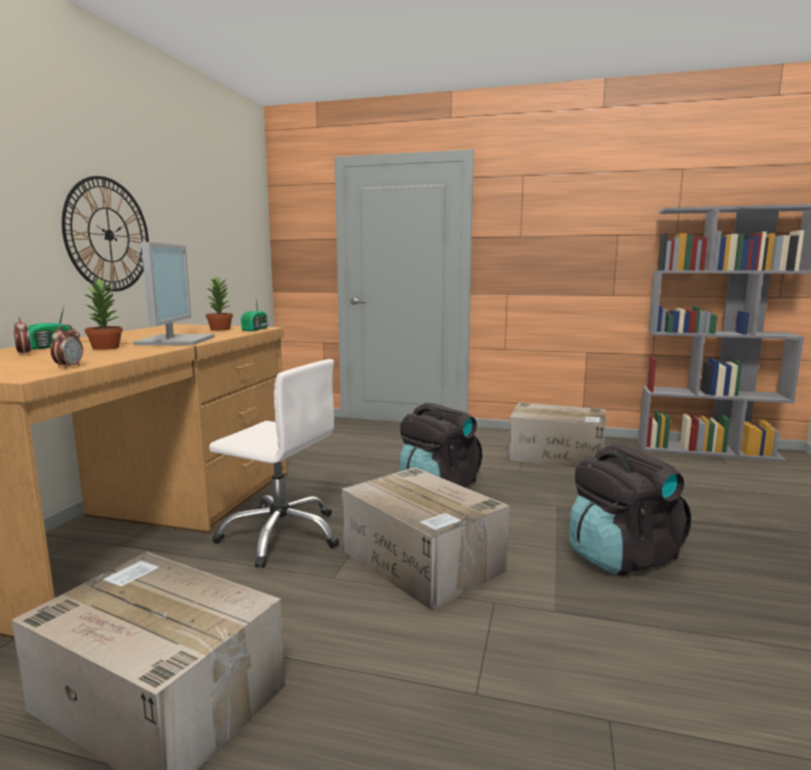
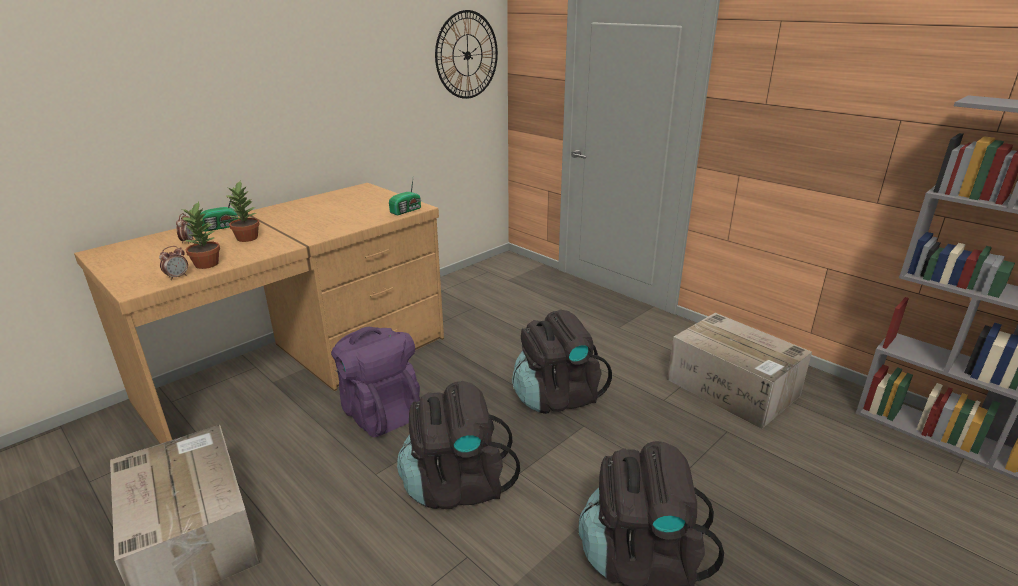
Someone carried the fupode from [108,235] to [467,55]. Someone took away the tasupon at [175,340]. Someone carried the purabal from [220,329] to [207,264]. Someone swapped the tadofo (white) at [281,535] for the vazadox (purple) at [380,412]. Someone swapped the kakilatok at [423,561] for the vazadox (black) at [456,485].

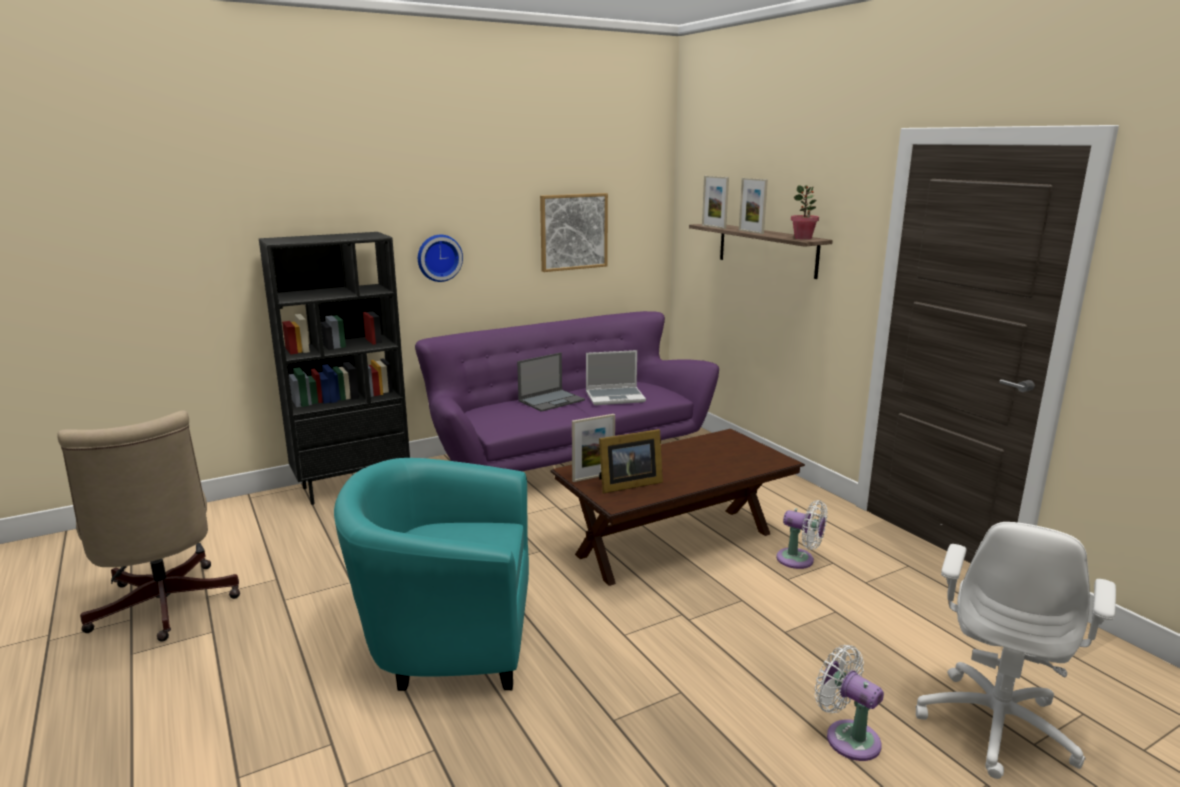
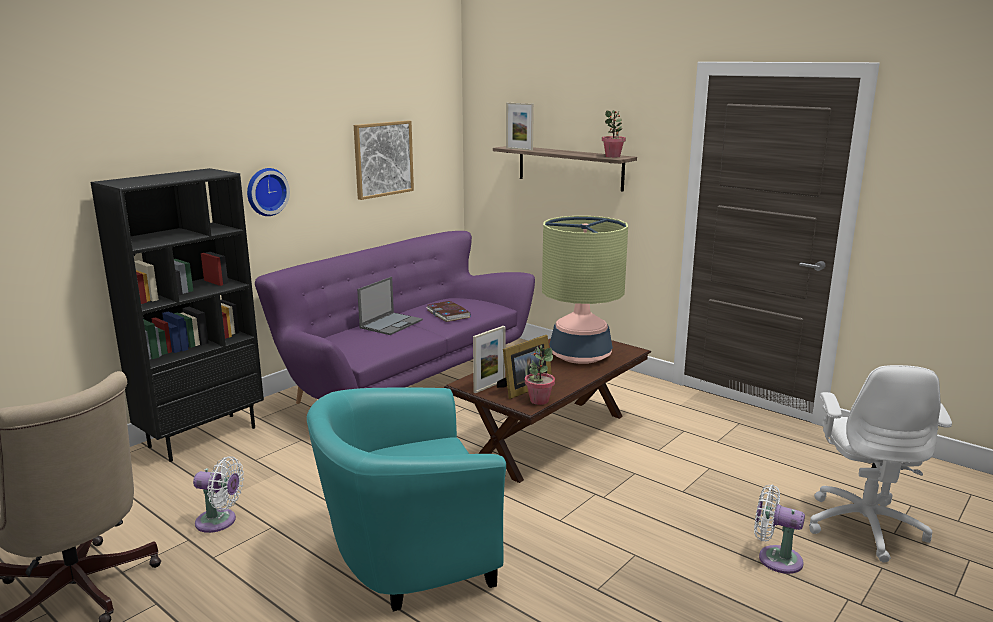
Someone swapped the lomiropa at [615,397] for the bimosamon at [448,314]. Someone took away the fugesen at [751,232]. Someone carried the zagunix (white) from [799,560] to [220,522]. Someone put down the purabal at [539,400]. Someone put down the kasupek at [580,355].

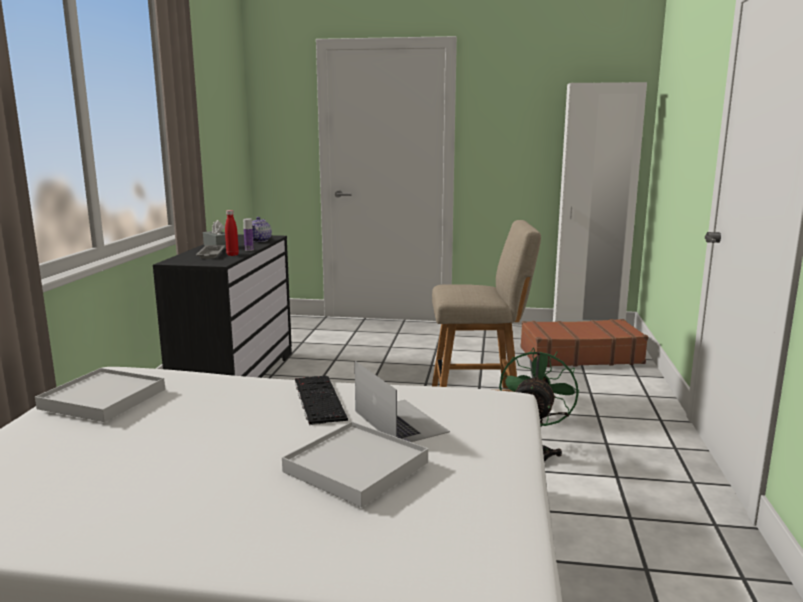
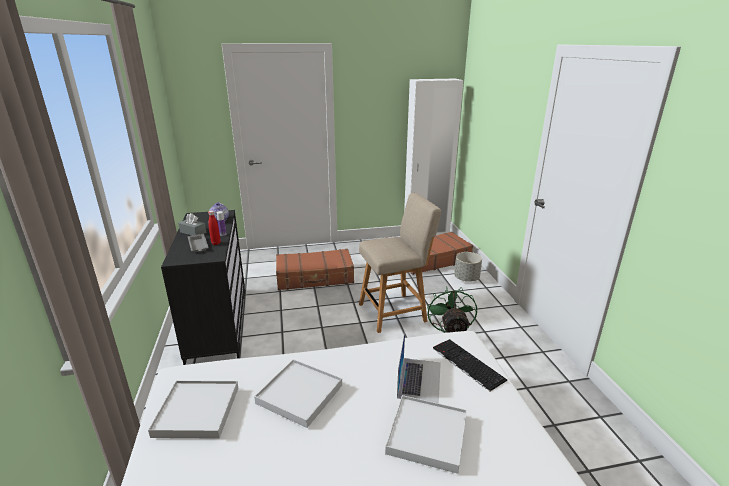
Someone carried the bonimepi from [317,399] to [466,363]. Someone rotated the lomiropa at [400,421] by 60 degrees clockwise. Someone put down the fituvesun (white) at [299,394]. Someone put down the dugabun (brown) at [315,277]. Someone put down the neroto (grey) at [466,278].

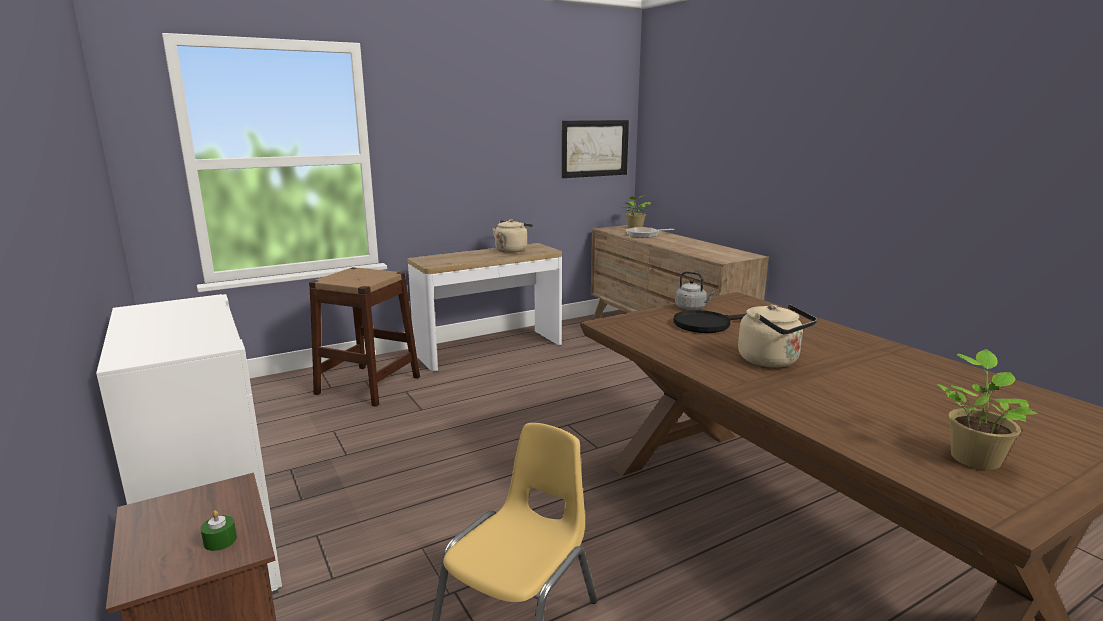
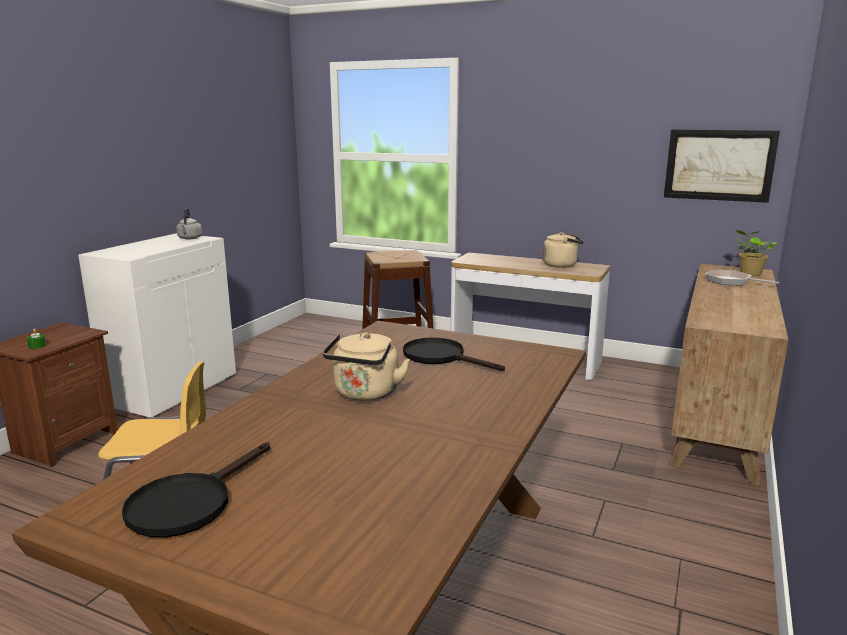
Someone carried the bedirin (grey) from [692,308] to [189,238]. Someone swapped the purabal at [974,457] for the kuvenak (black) at [189,502].

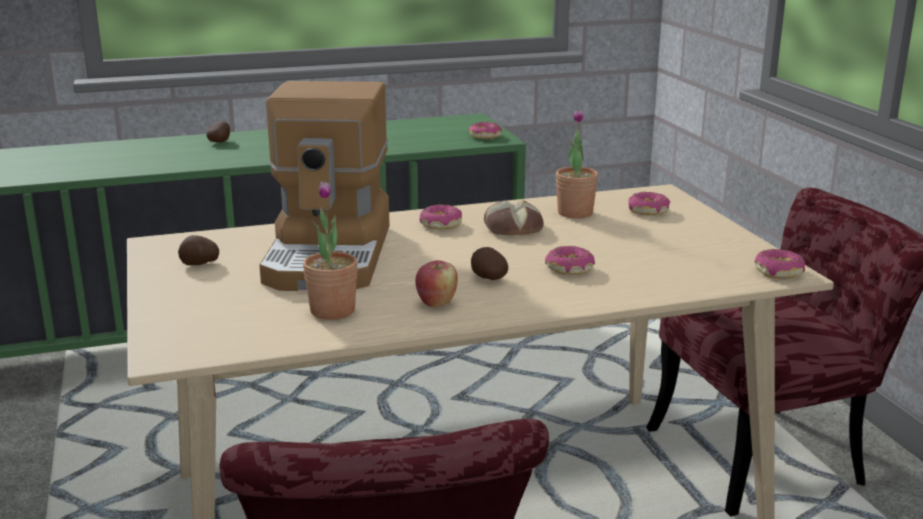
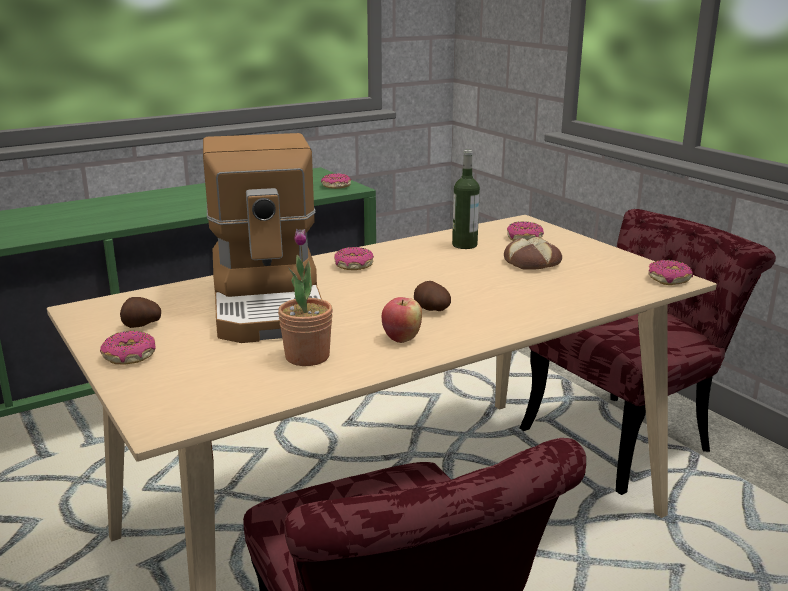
Someone took away the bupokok at [220,142]. Someone carried the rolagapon from [513,228] to [532,263]. Someone carried the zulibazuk from [569,269] to [129,356]. Someone swapped the purabal at [575,213] for the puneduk at [464,245].

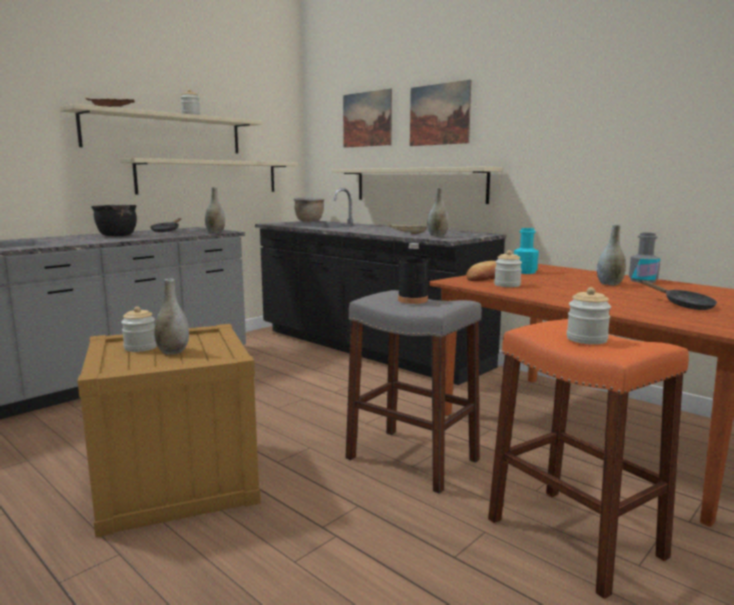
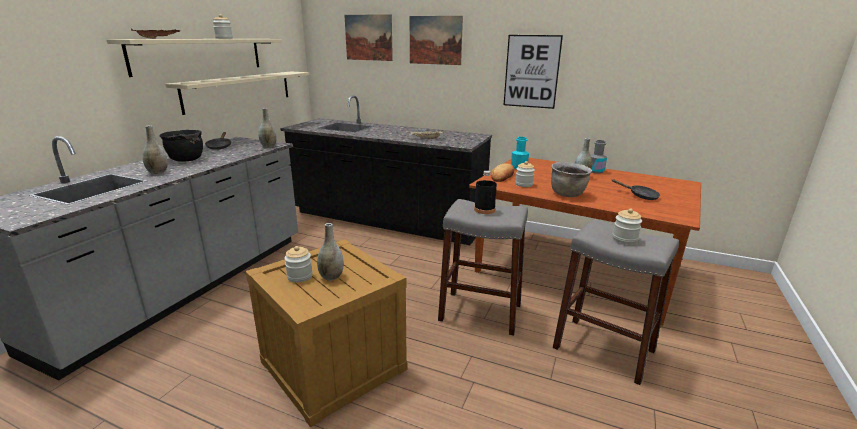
Someone carried the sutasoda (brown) from [309,221] to [567,194]. Someone took away the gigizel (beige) at [418,185]. Someone carried the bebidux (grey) from [437,236] to [158,172]. Someone repainted the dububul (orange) at [573,537], which became the dububul (grey) at [603,349]. Someone put up the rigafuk at [531,71].

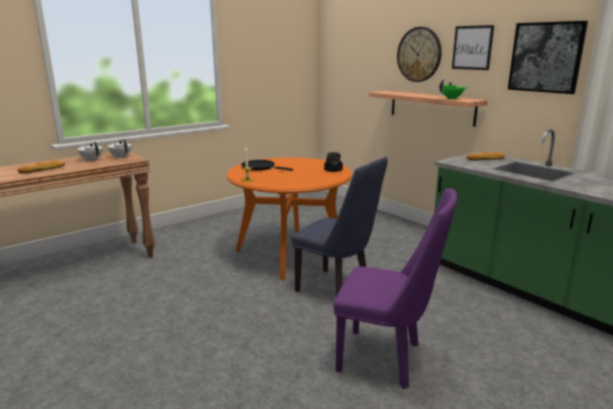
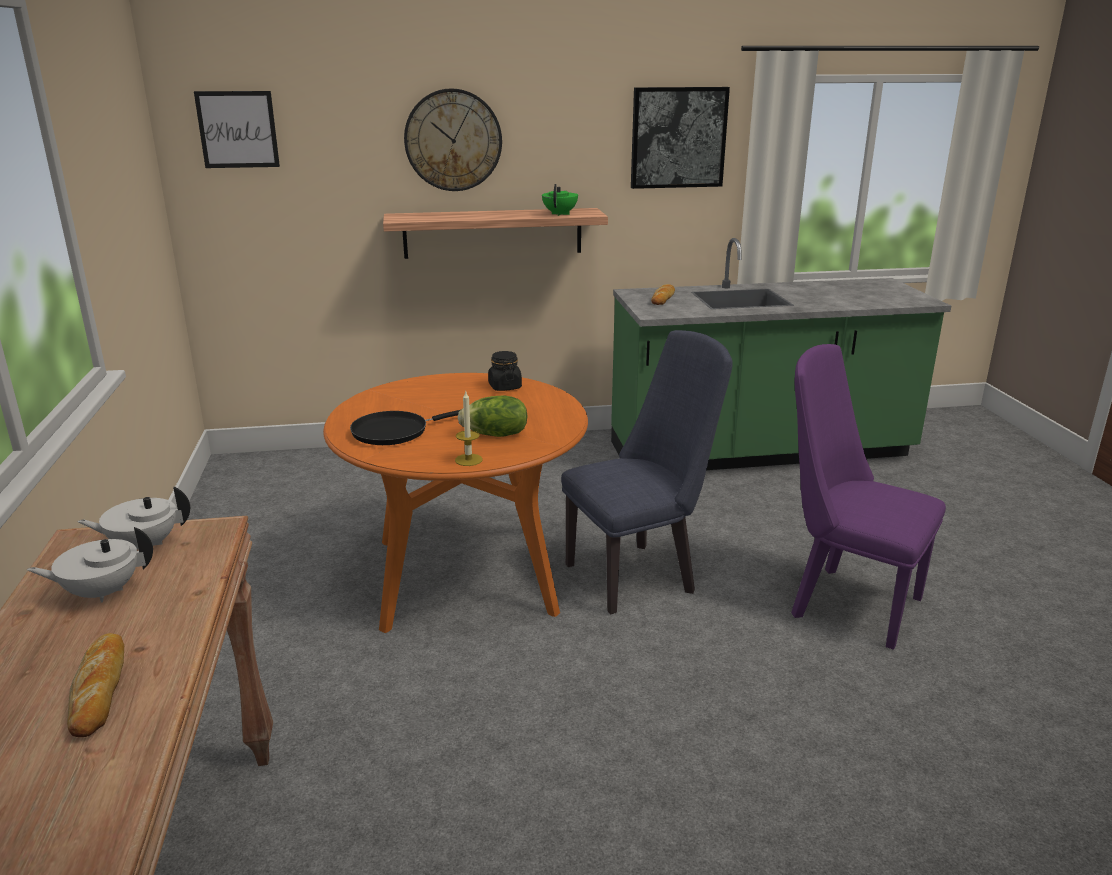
Someone rotated the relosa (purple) at [387,359] by 105 degrees counterclockwise. Someone carried the rigafuk from [472,47] to [237,129]. Someone put down the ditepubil at [496,435].

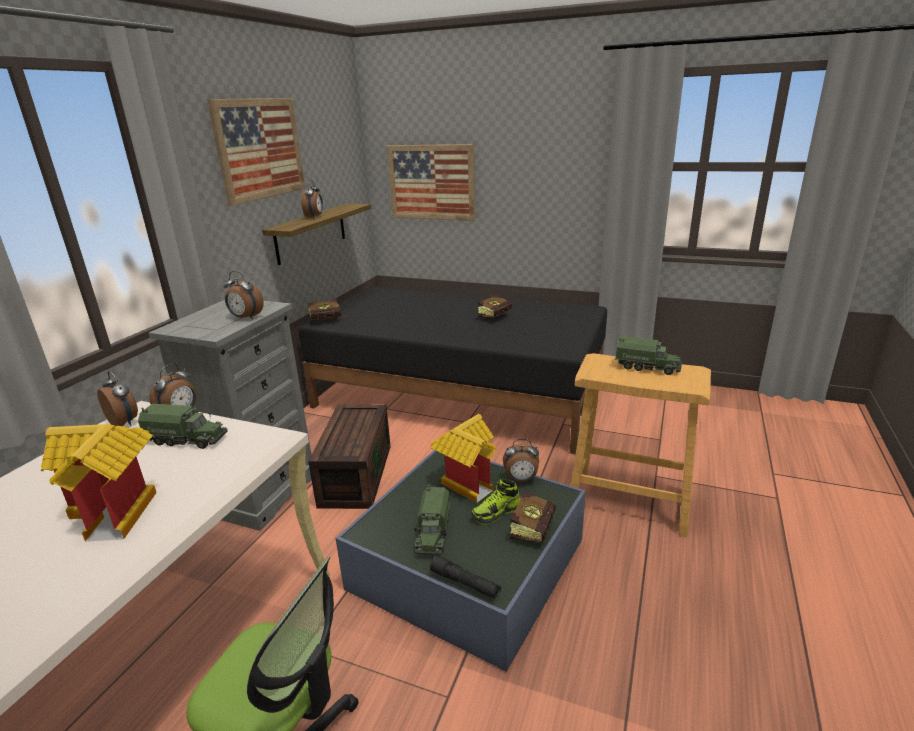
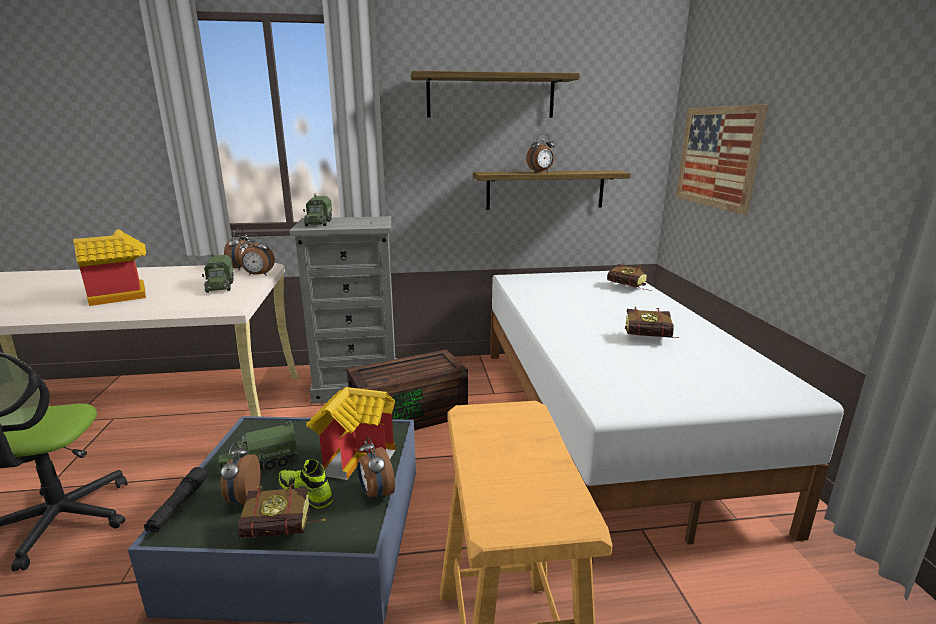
Someone swapped the rigafuk at [260,149] for the gigizel at [491,96]. Someone carried the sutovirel from [245,318] to [243,499]. Someone repainted the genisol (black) at [457,395], which became the genisol (white) at [605,421]. Someone carried the bimosamon from [329,320] to [629,288]. Someone carried the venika from [647,367] to [319,223].

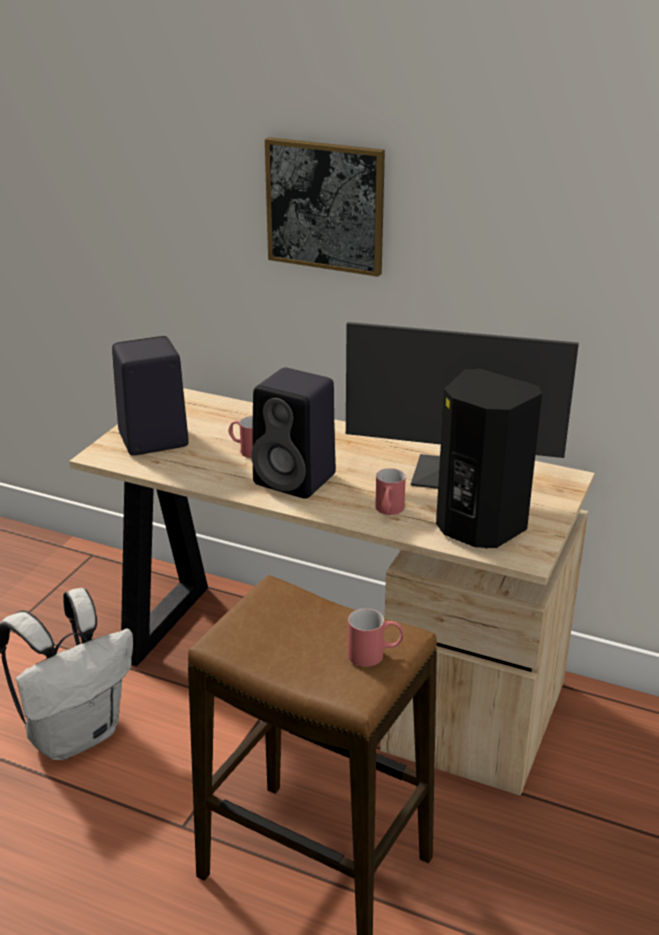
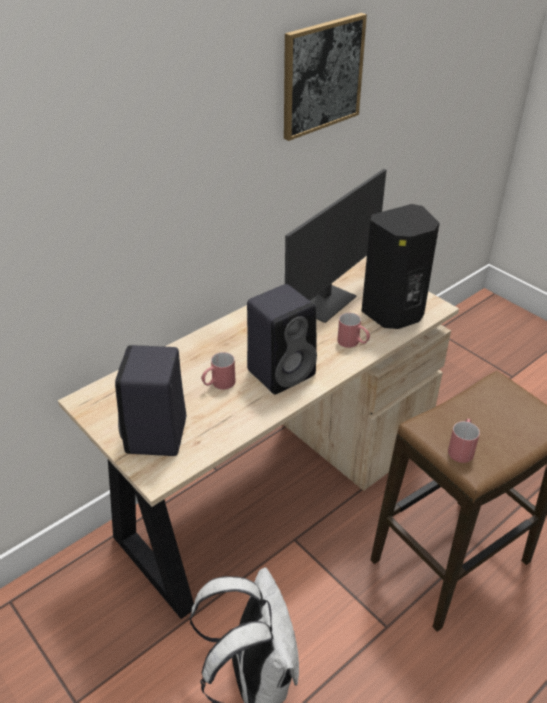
Someone carried the rigafuk from [325,206] to [322,76]. Someone carried the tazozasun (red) from [375,655] to [461,448].

